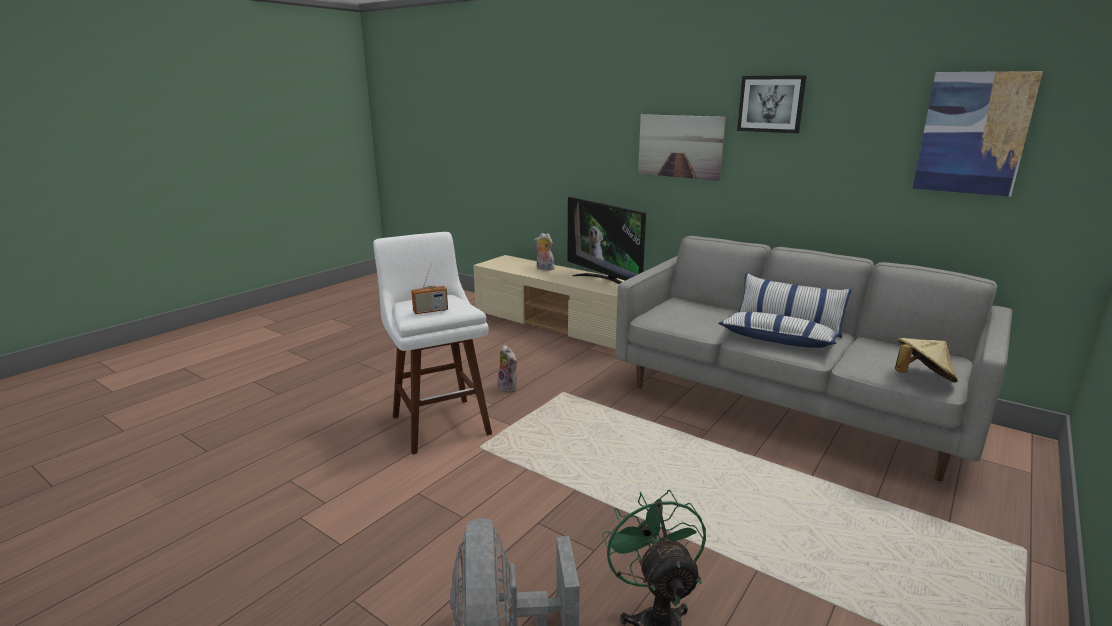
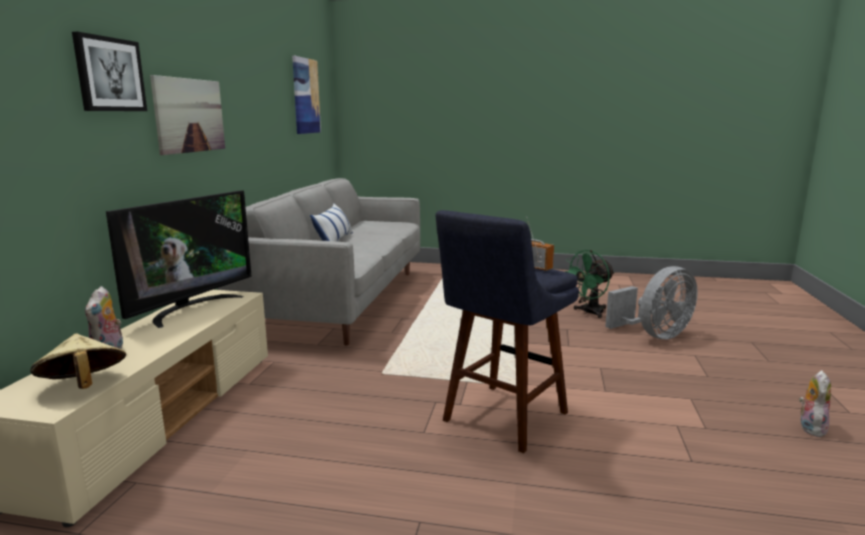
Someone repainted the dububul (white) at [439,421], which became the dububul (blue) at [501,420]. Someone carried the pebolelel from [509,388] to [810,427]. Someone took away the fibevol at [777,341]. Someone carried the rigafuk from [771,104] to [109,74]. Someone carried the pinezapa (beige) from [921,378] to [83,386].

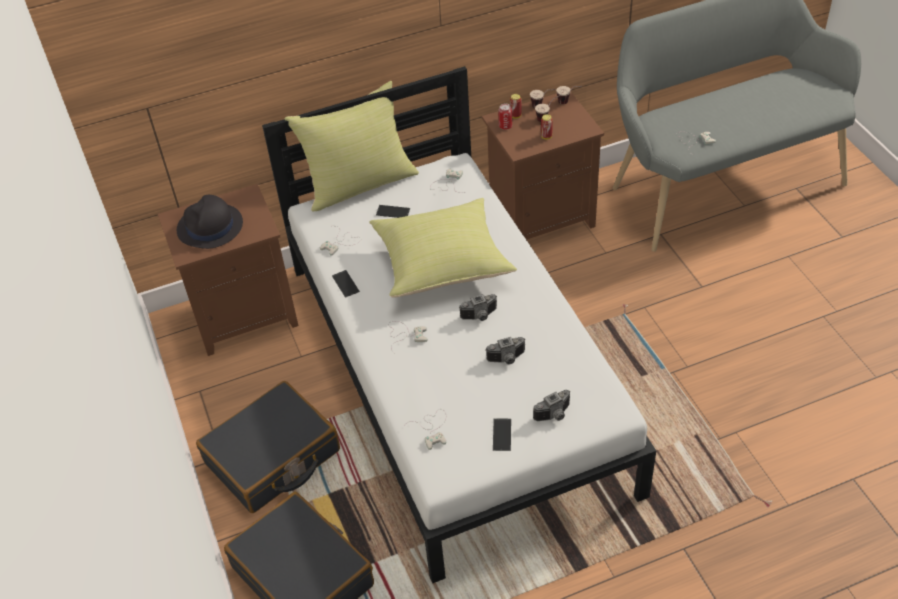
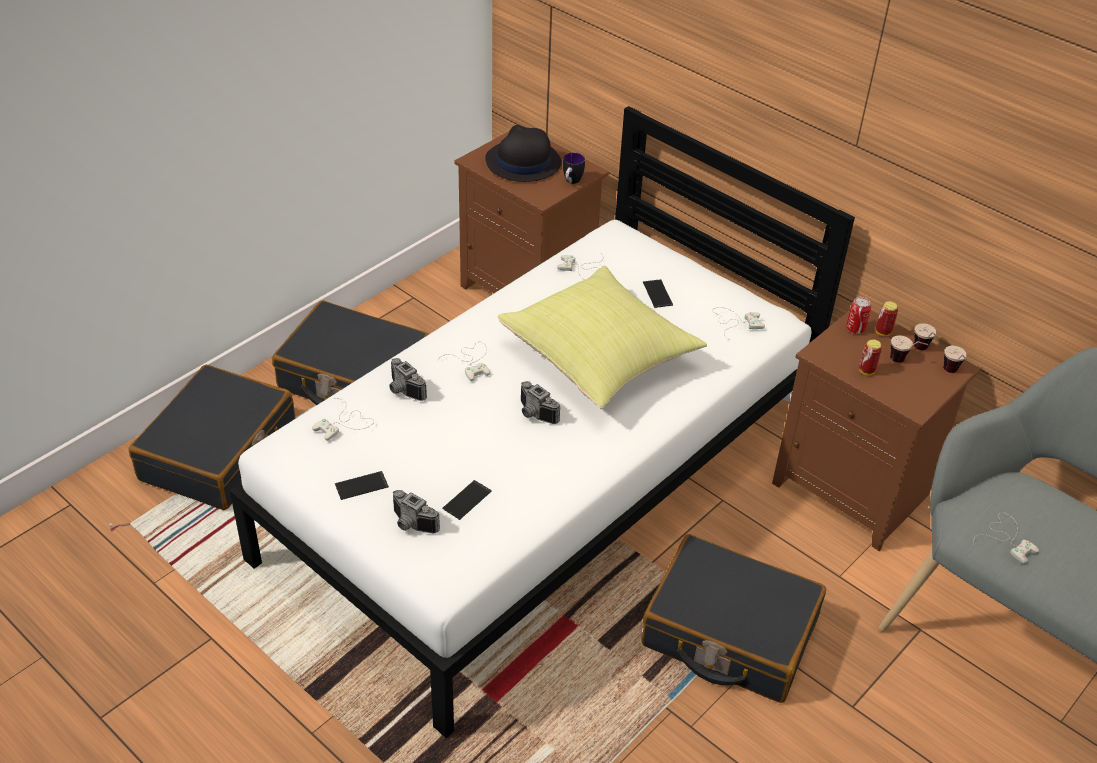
Someone took away the fibevol (yellow) at [359,183]. Someone carried the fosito from [345,284] to [467,500]. Someone carried the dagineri from [507,359] to [403,391]. Someone put down the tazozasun at [571,182]. Someone put down the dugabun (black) at [729,633].

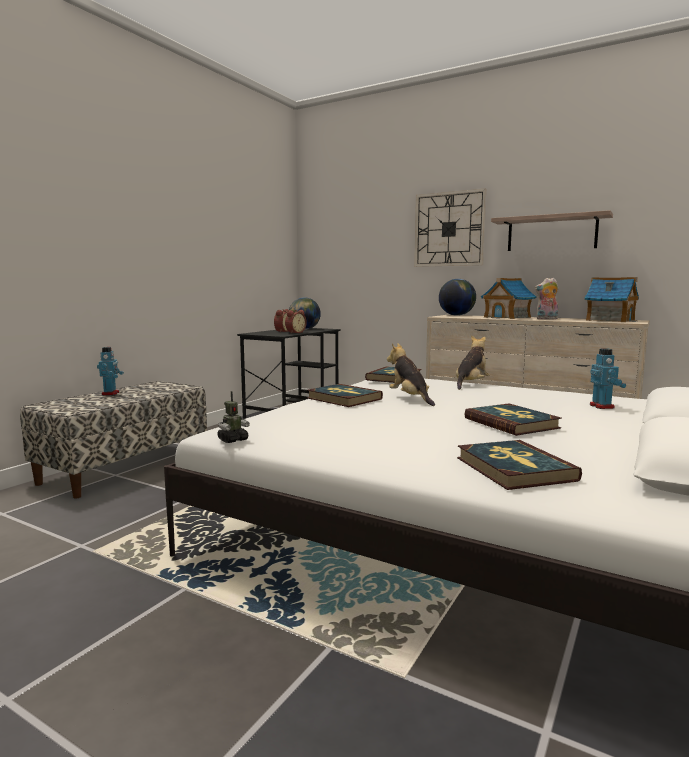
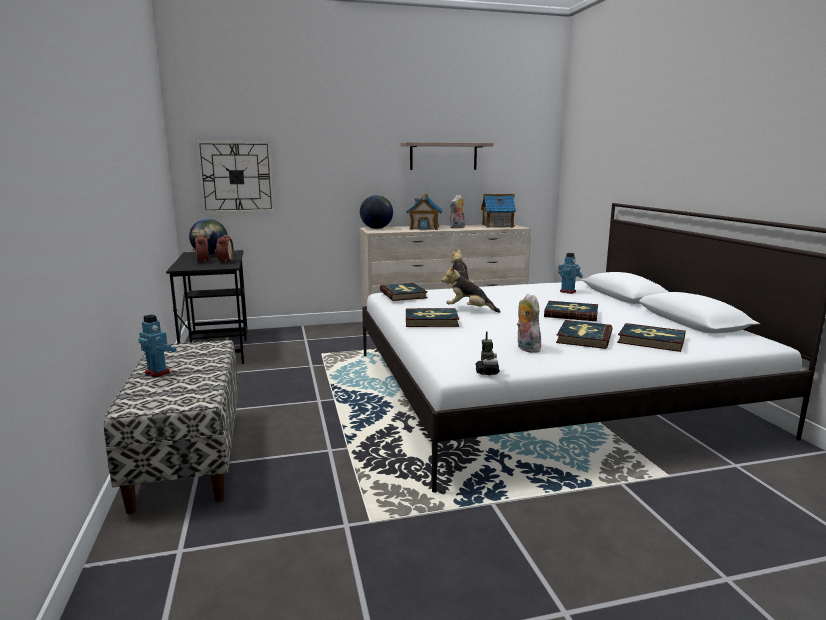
Someone carried the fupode from [449,229] to [236,177]. Someone put down the pebolelel at [526,348]. Someone put down the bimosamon at [584,337].

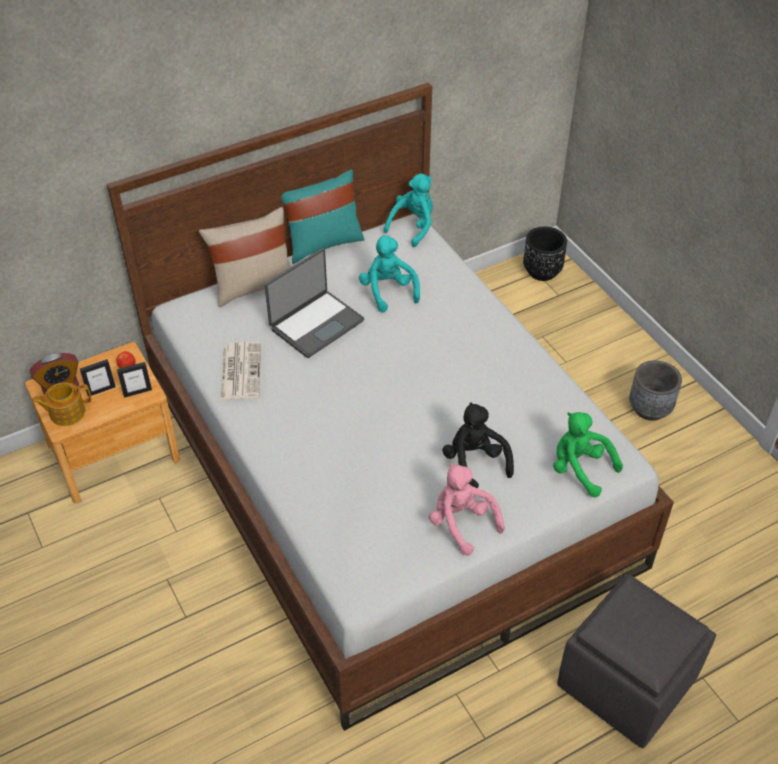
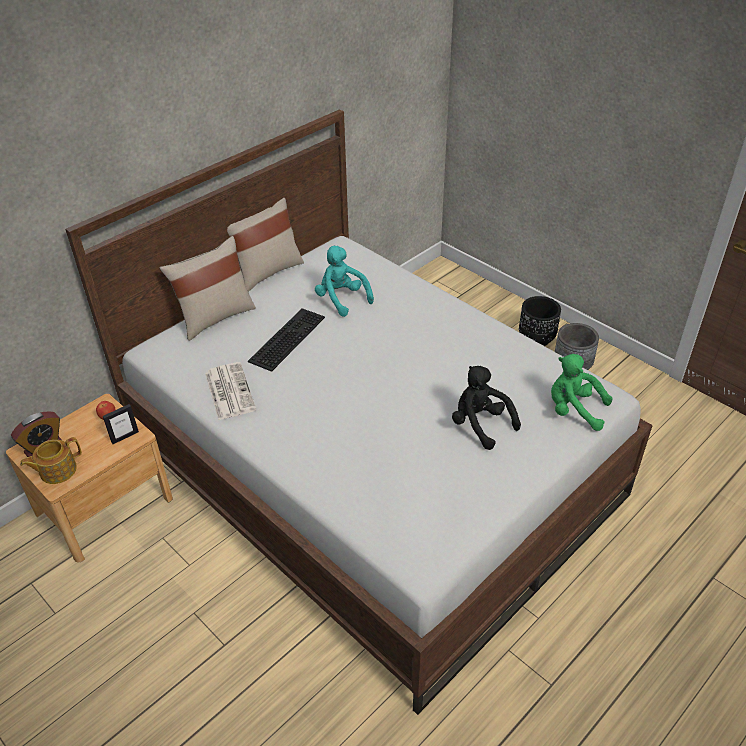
Someone took away the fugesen at [101,390]. Someone swapped the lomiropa at [316,324] for the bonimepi at [286,338]. Someone repainted the fibevol (turquoise) at [322,243], which became the fibevol (beige) at [267,272]. Someone took away the pebolelel (turquoise) at [413,226]. Someone took away the pebolelel (pink) at [461,523]. Someone carried the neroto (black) from [542,271] to [536,338]. Someone took away the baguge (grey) at [626,681].

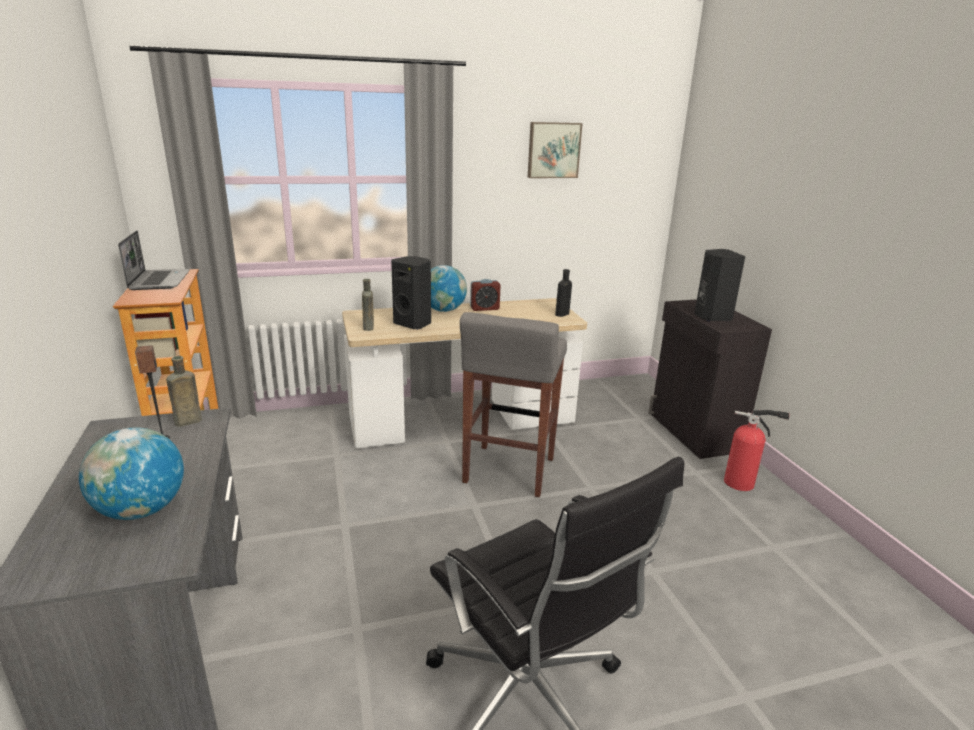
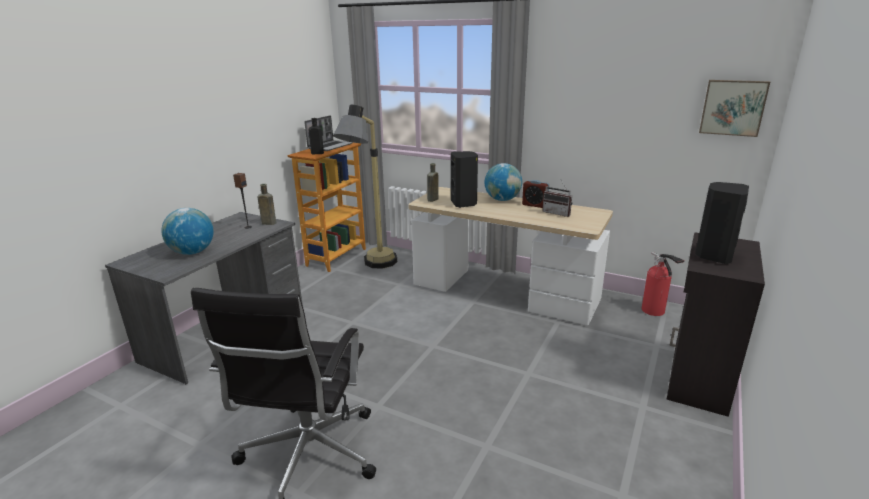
Someone took away the dububul (grey) at [508,471]. Someone carried the rigafuk from [553,150] to [733,107]. Someone carried the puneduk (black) from [561,314] to [316,153]. Someone carried the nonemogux from [742,483] to [654,311]. Someone put down the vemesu at [372,267]. Someone put down the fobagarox at [558,213].

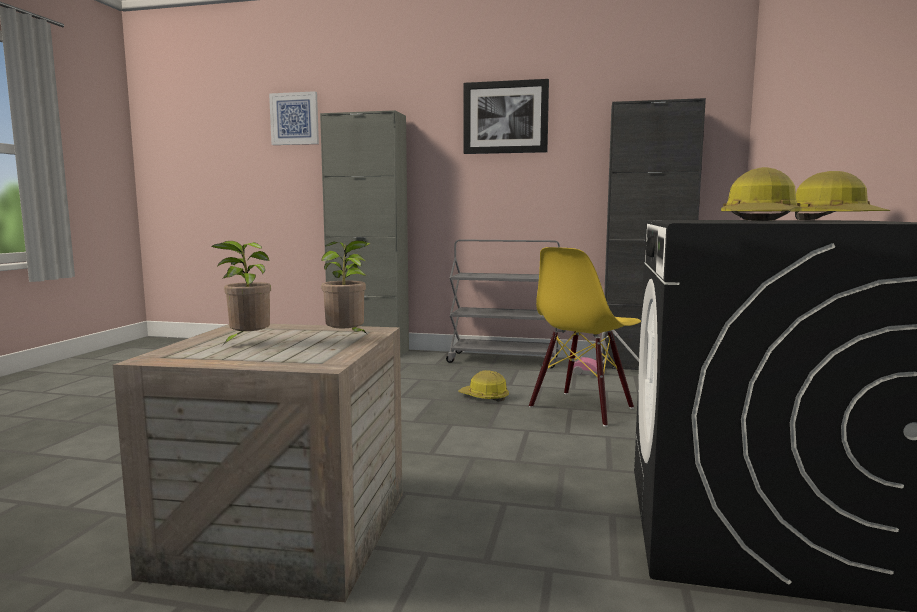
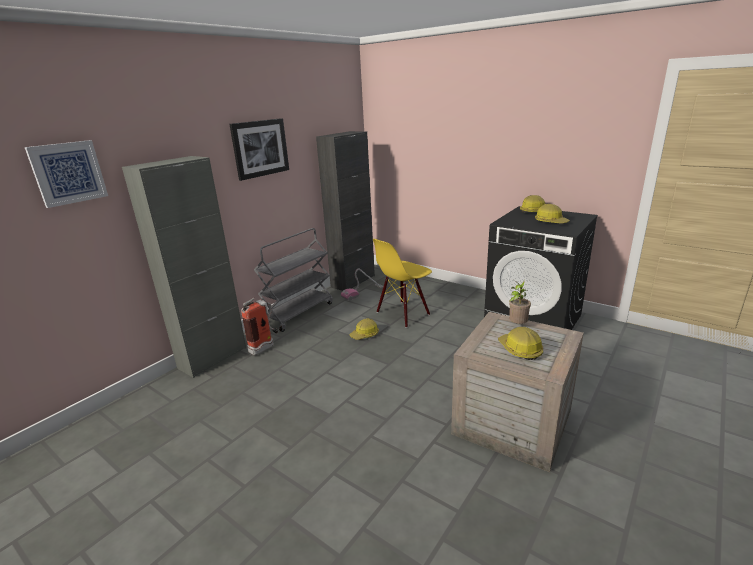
Someone swapped the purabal at [247,343] for the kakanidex at [520,350]. Someone rotated the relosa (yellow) at [582,408] by 75 degrees clockwise. Someone put down the nonemogux at [265,347].

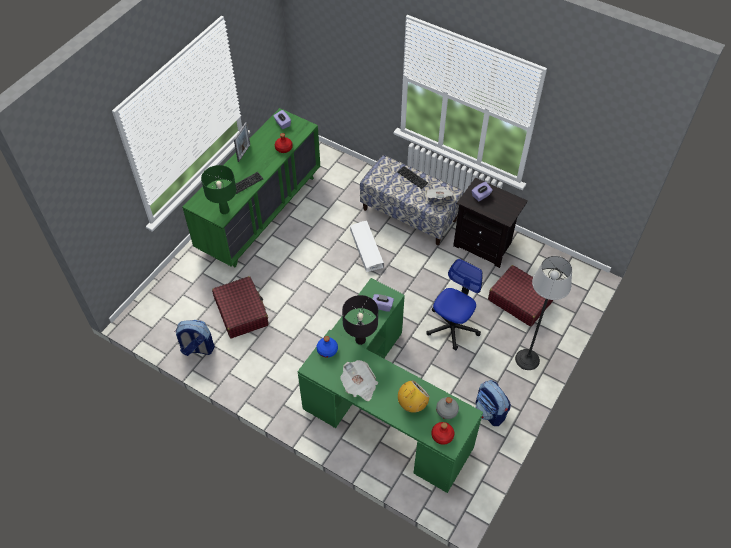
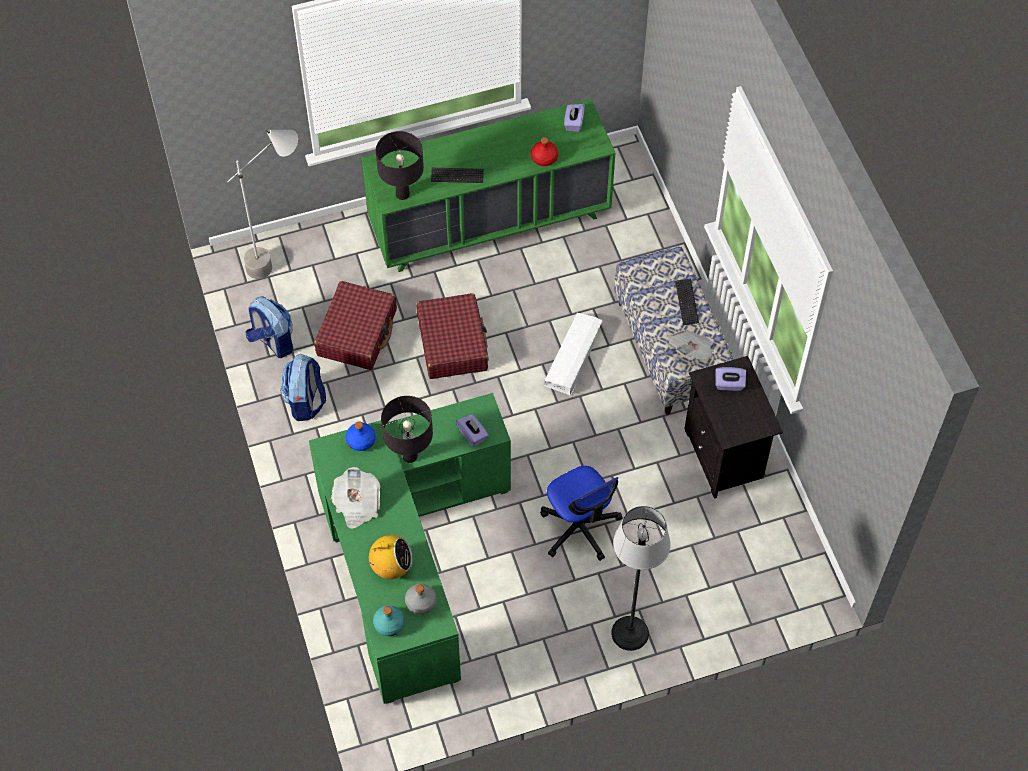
Someone repainted the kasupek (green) at [224,211], which became the kasupek (black) at [402,194]. Someone took away the fugesen at [244,153]. Someone rotated the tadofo at [452,327] by 75 degrees clockwise. Someone repainted the puneduk (red) at [442,435], which became the puneduk (turquoise) at [389,624]. Someone carried the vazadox from [490,412] to [306,402]. Someone carried the dugabun (red) from [519,300] to [452,343]. Someone put down the vemesu (grey) at [280,260].

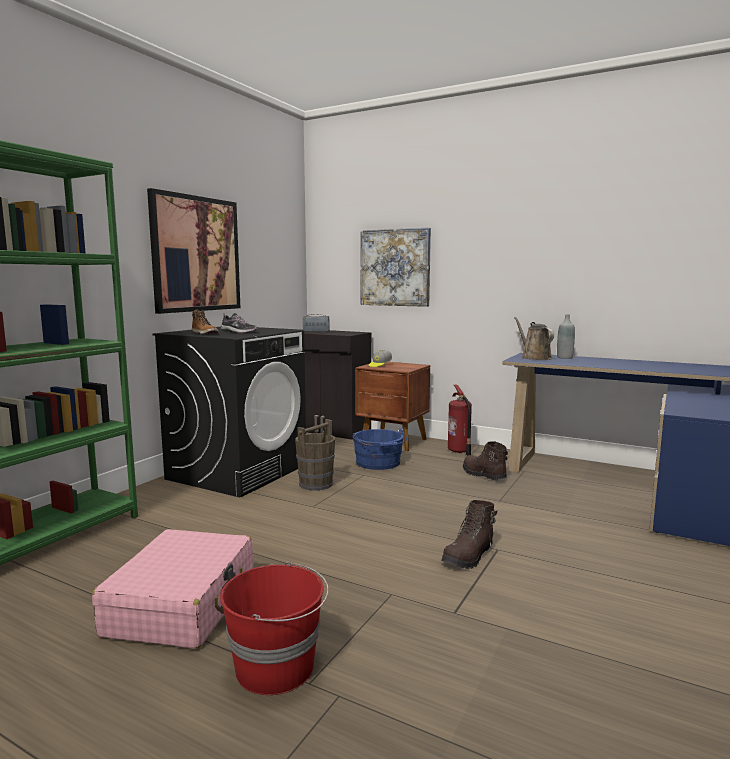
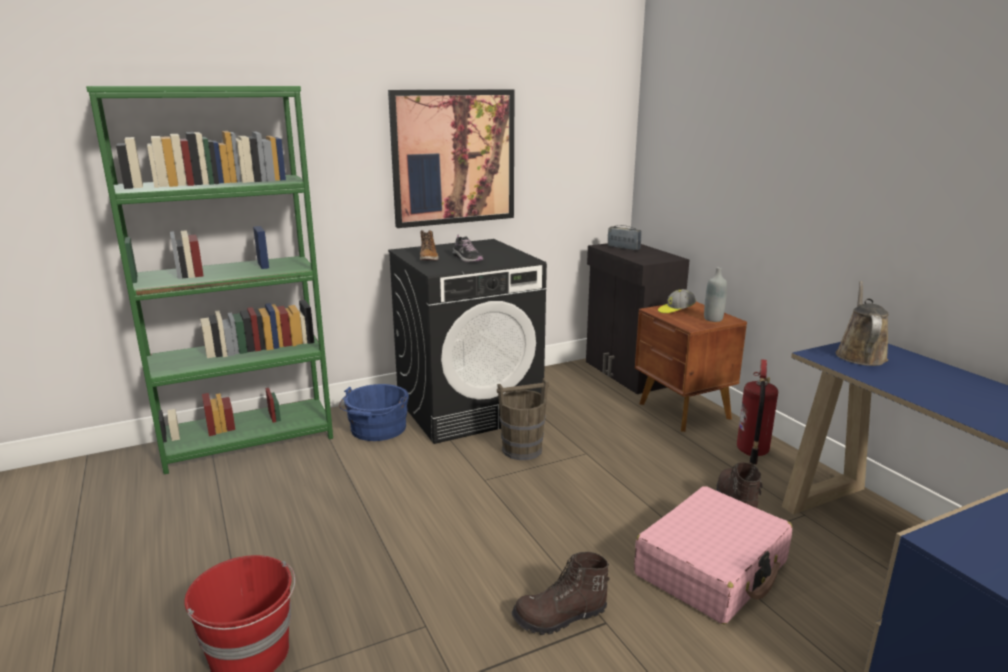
Someone carried the dugabun (pink) from [183,604] to [712,568]. Someone carried the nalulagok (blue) from [379,463] to [377,430]. Someone took away the rigafuk at [395,267]. Someone carried the puneduk (grey) from [564,357] to [713,319].

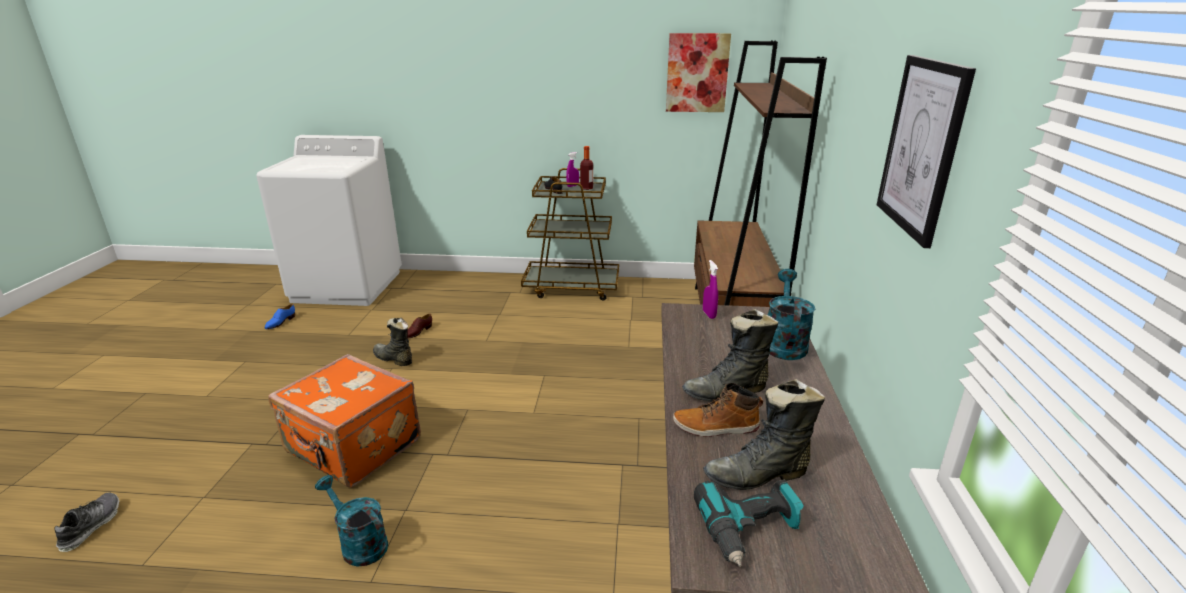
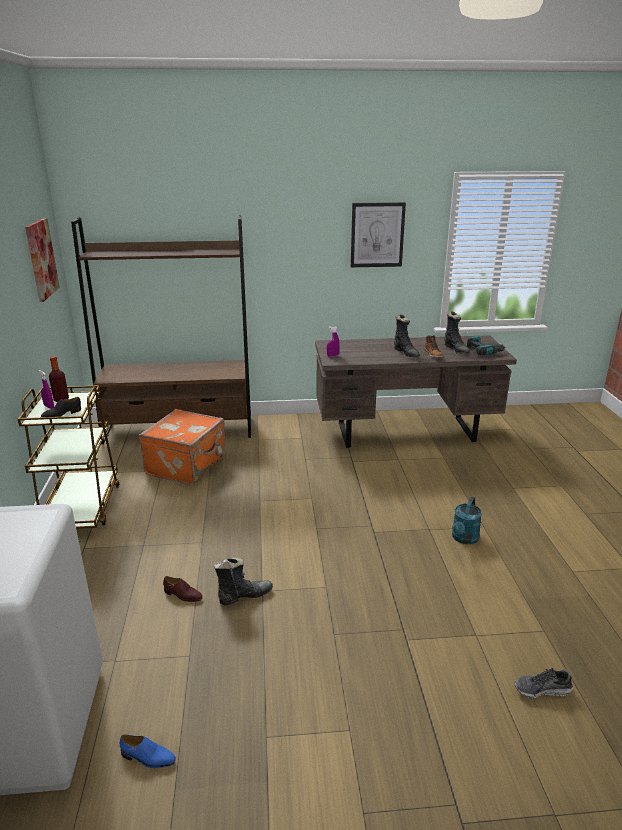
Someone carried the dugabun (orange) from [353,448] to [187,465]. Someone rotated the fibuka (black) at [393,359] by 135 degrees counterclockwise. Someone took away the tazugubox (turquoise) at [783,343].

